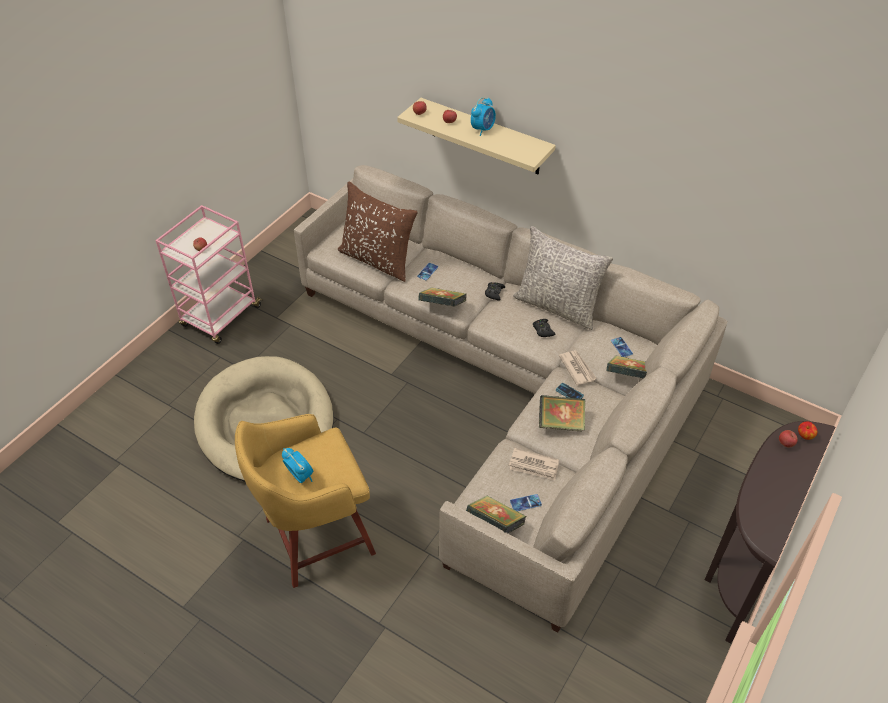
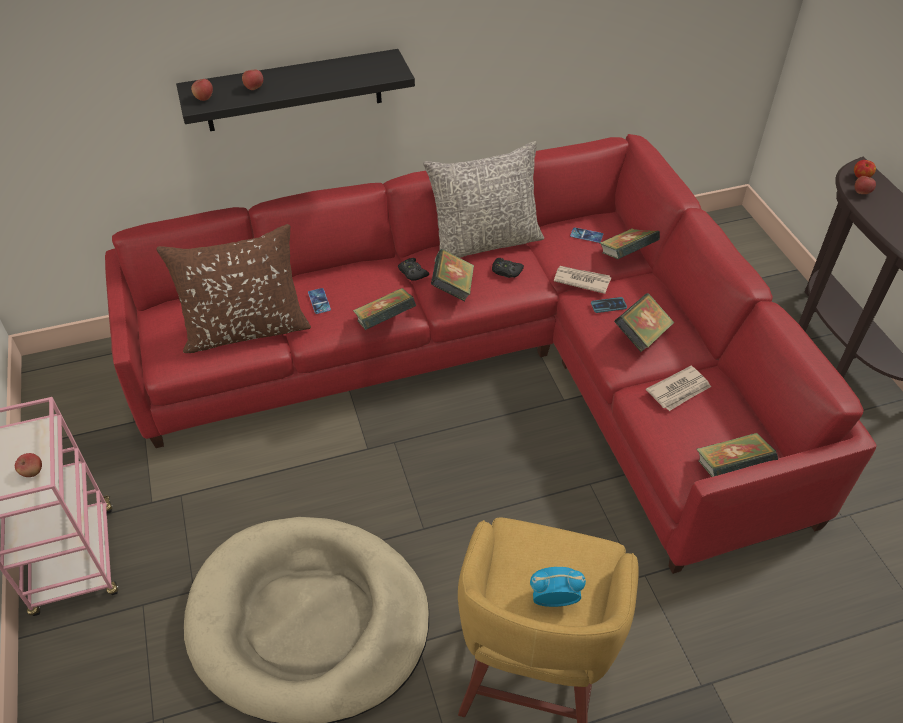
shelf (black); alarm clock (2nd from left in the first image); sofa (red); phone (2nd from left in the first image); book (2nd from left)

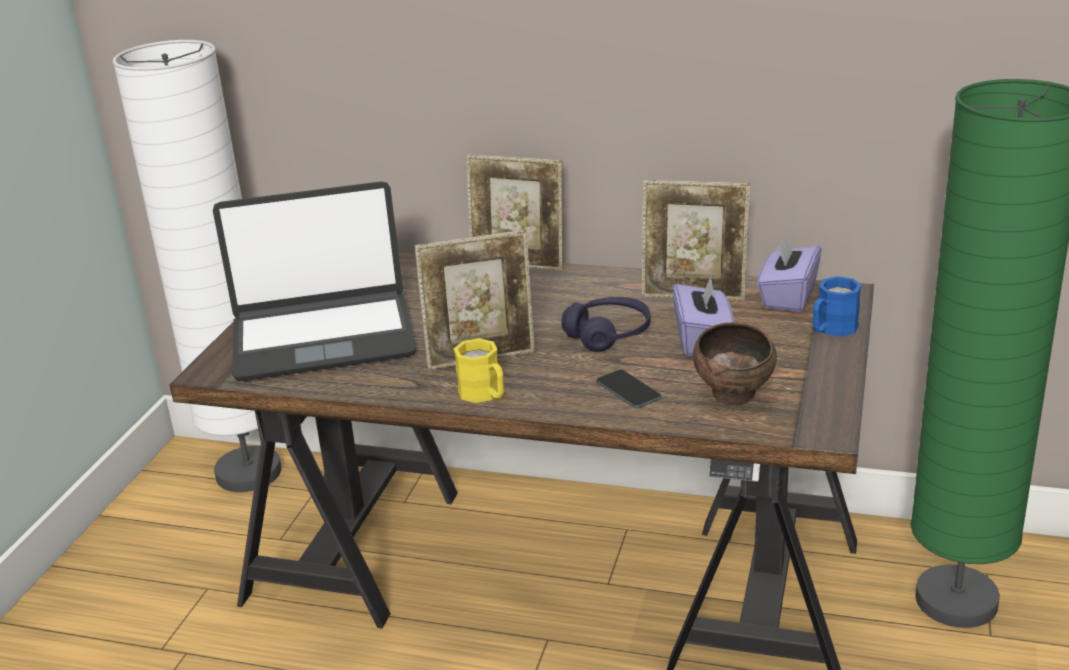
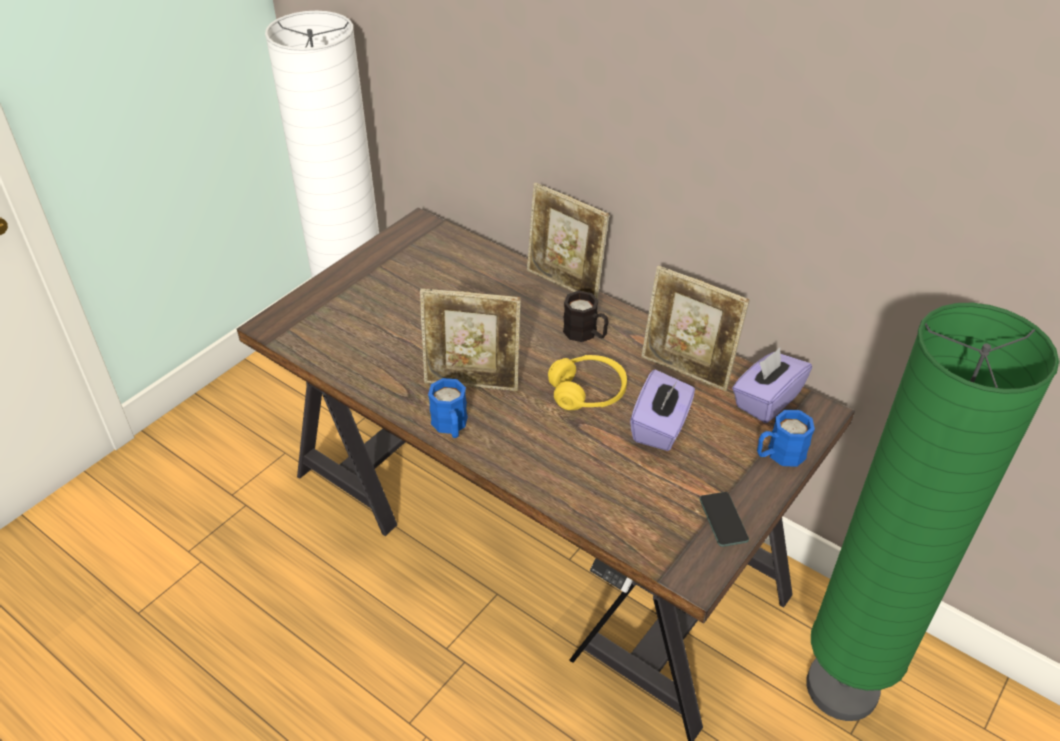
laptop; headphones (yellow); bowl (brown); mug (blue) (1st from left); phone; mug (black)

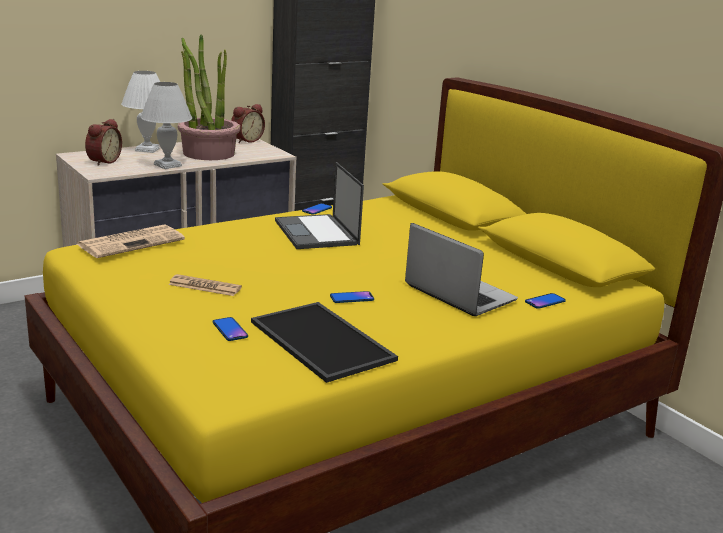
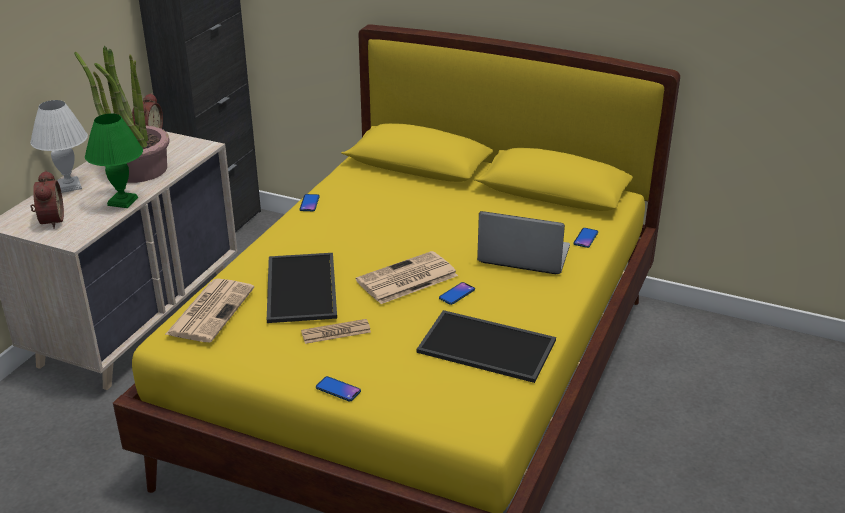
table lamp (green); laptop (1st from left in the first image); phone (2nd from left); newspaper (3rd from left); tray (1st from left)

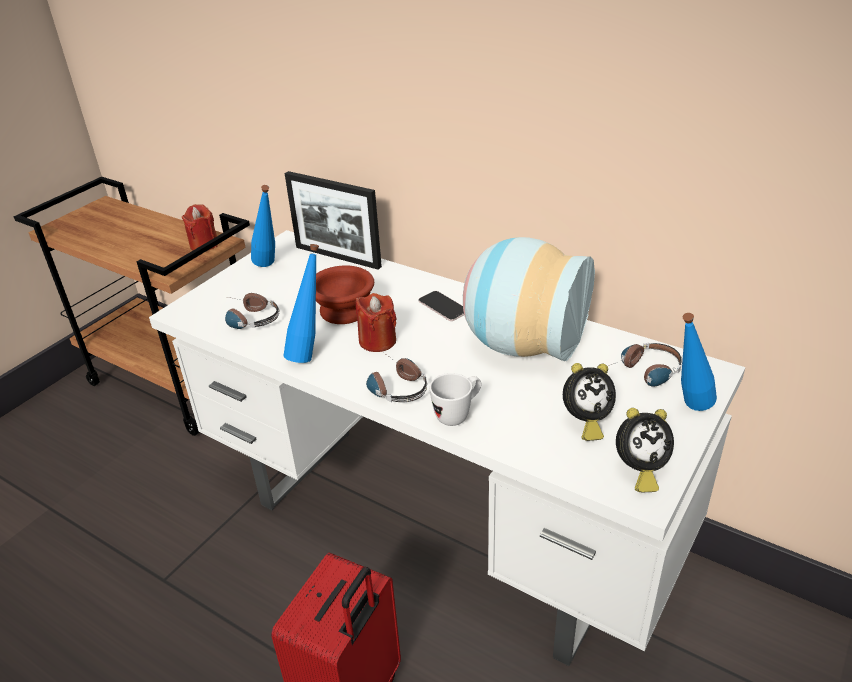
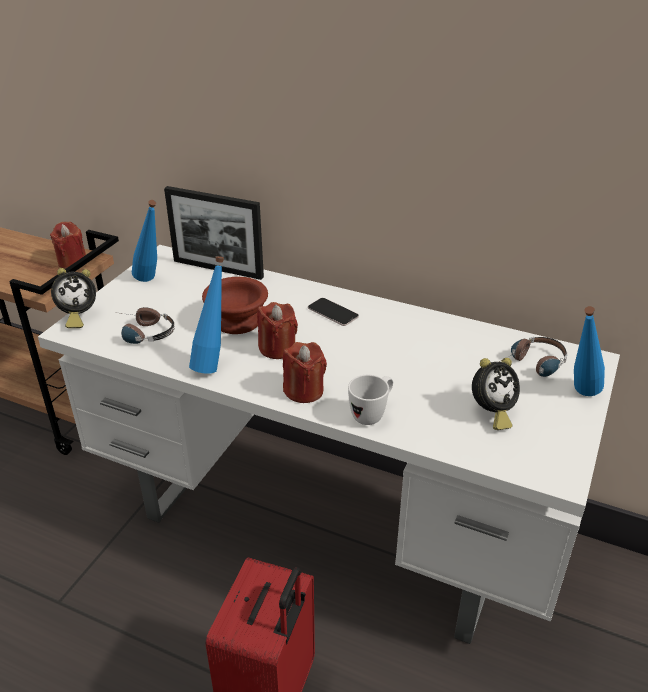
vase; candle (red) (3rd from left); alarm clock (1st from left)

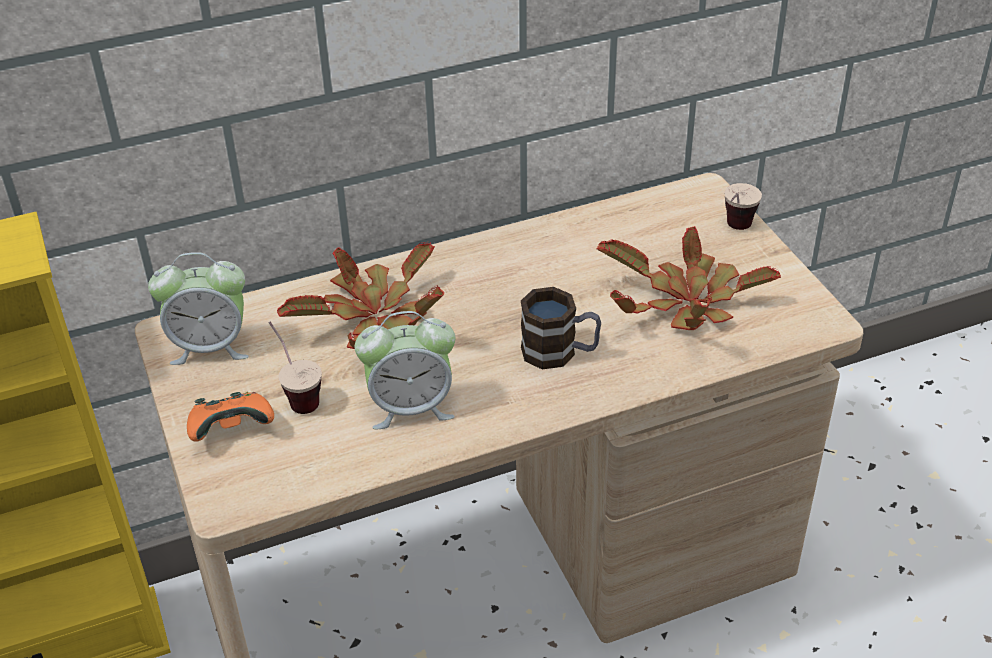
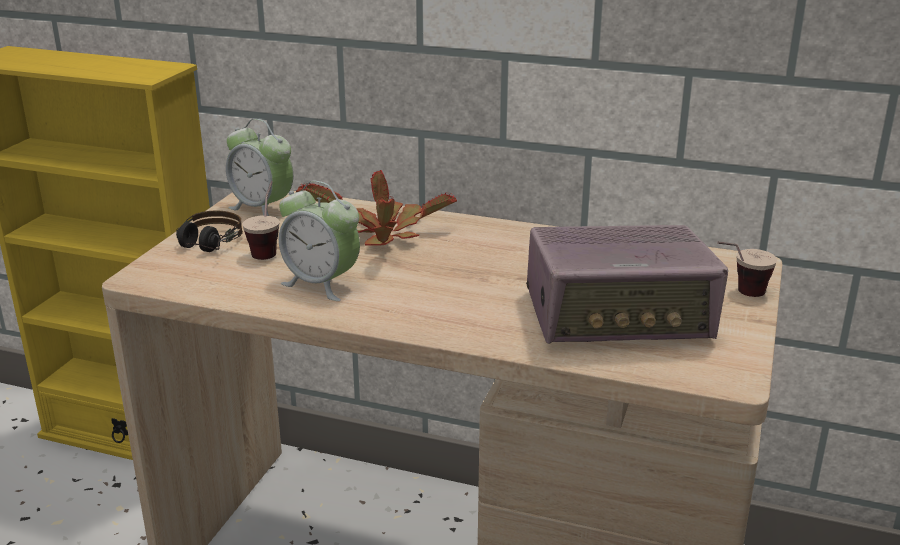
radio; mug; headphones

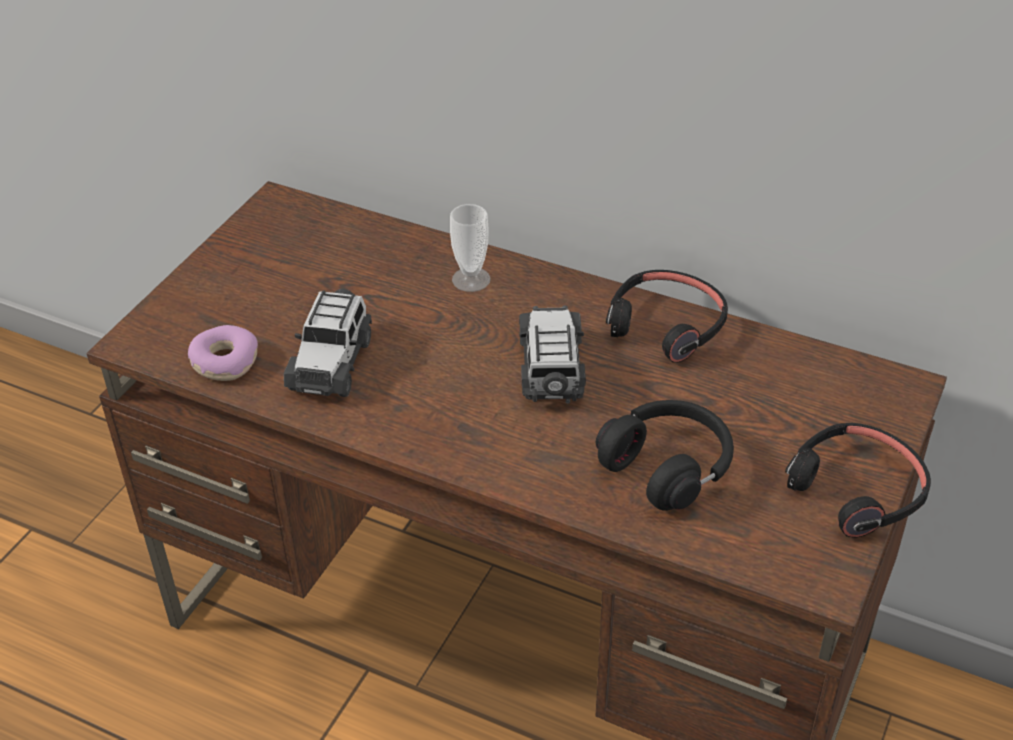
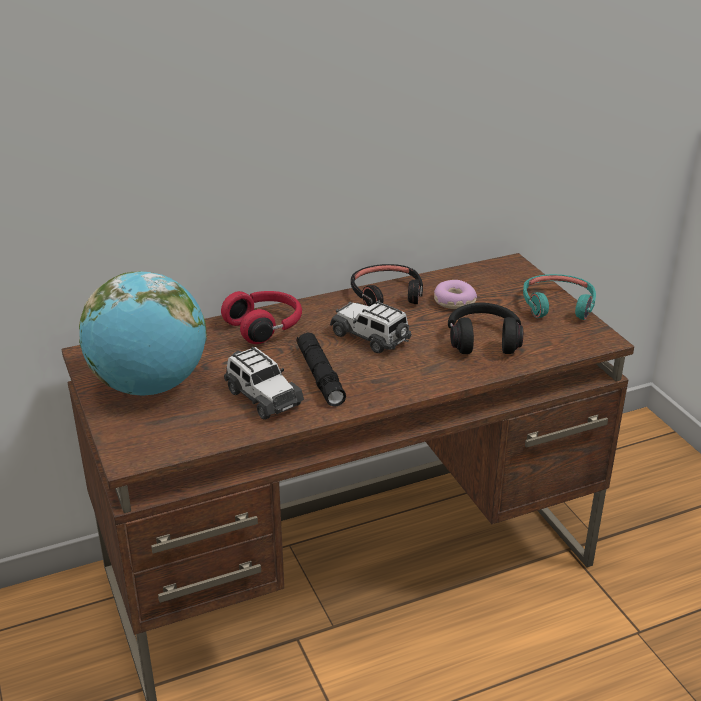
headphones (red); donut; headphones (turquoise); globe; flashlight (black)

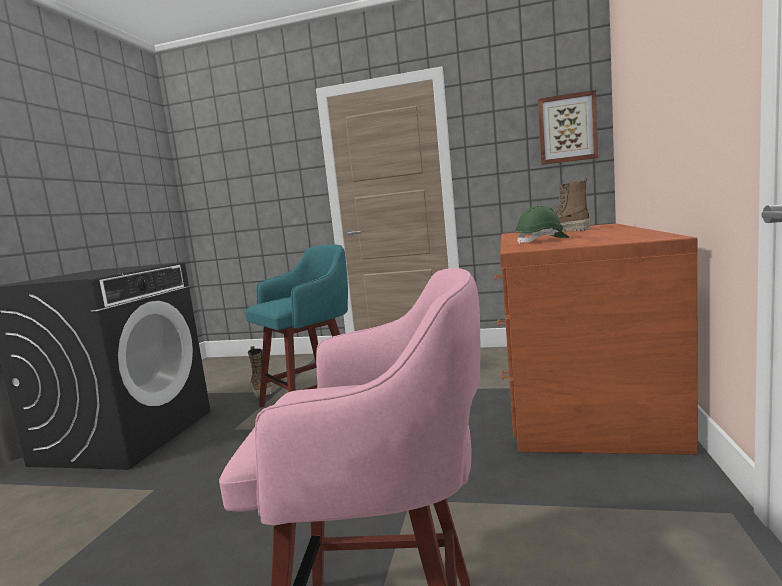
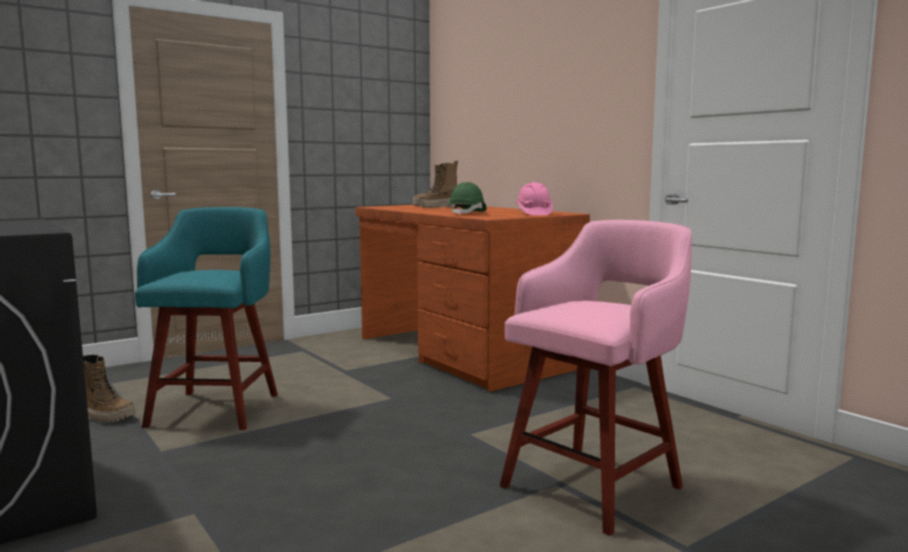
picture; hard hat (pink)

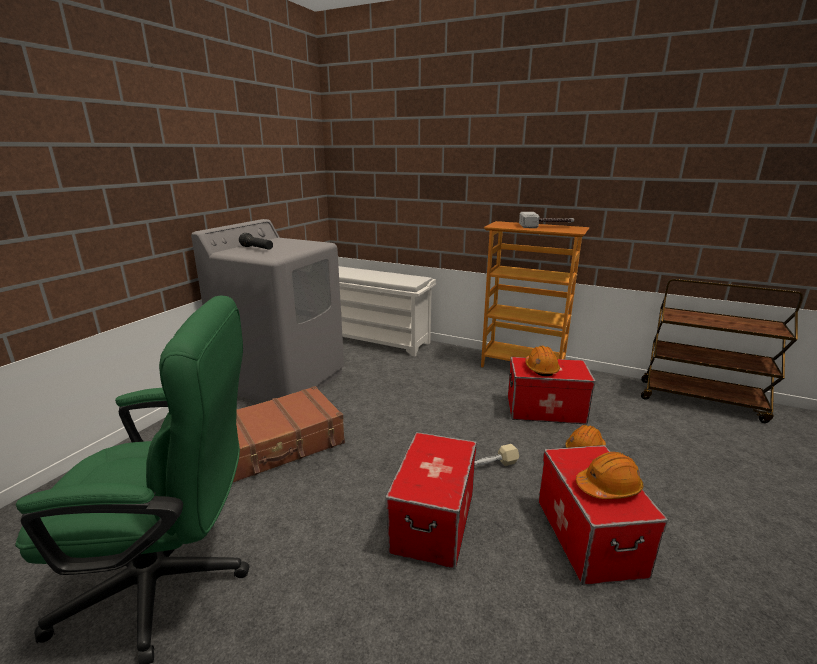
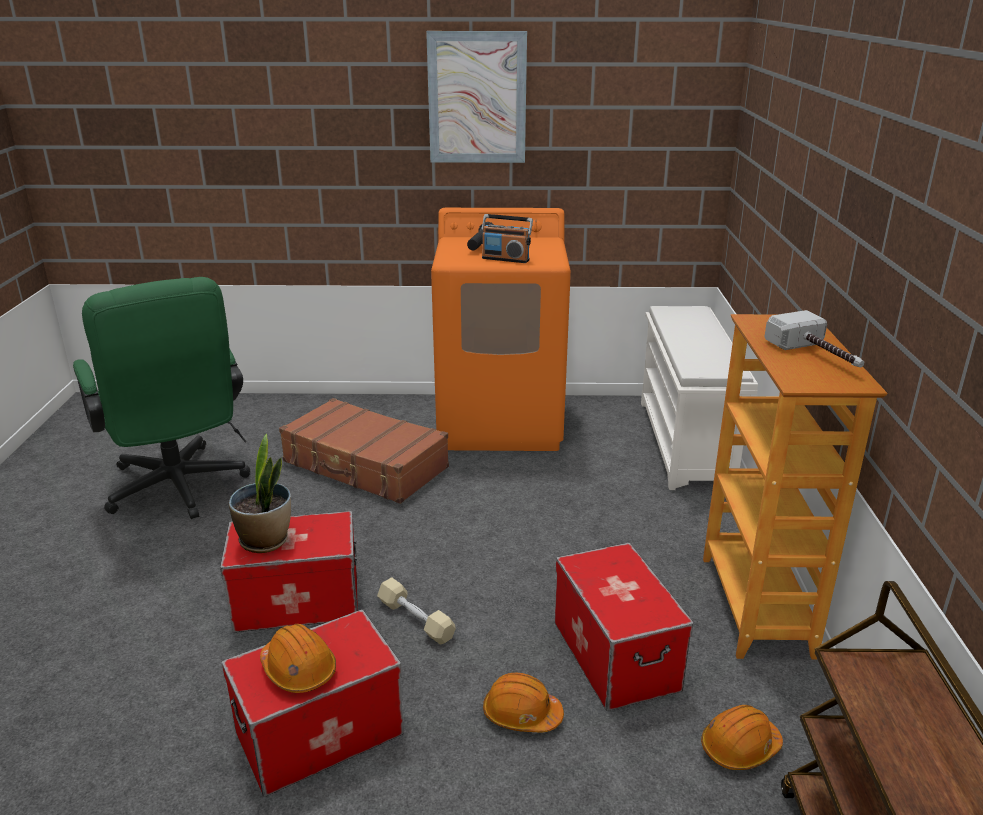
washing machine (orange); hard hat (orange) (3rd from left); picture; radio; potted plant

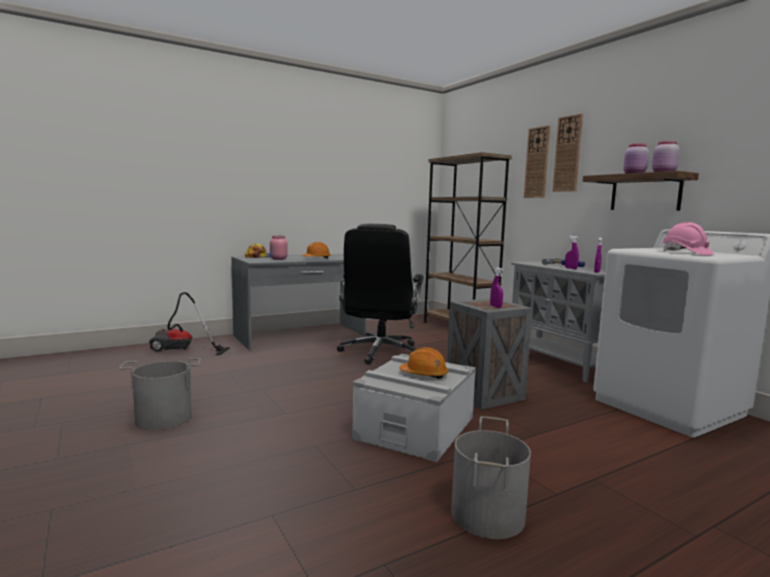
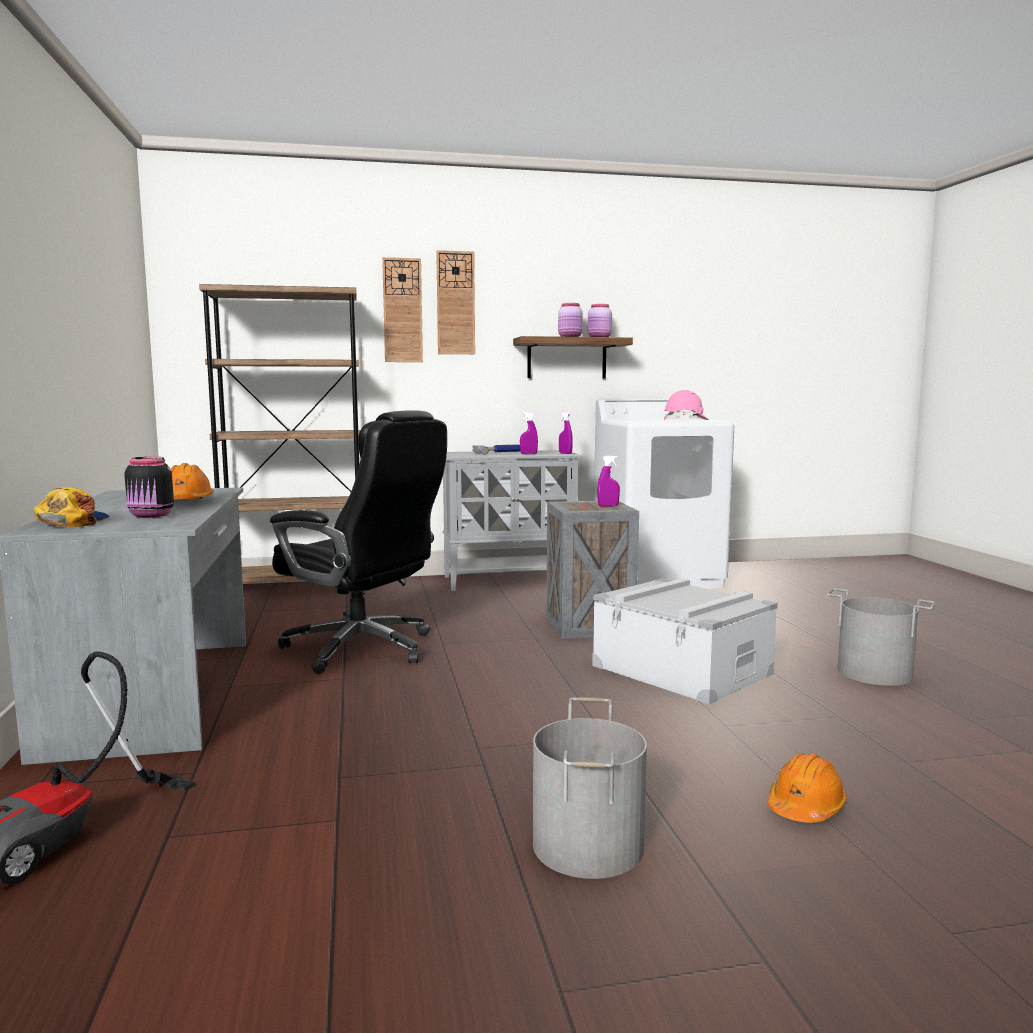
jar (black); hard hat (orange) (2nd from left)

